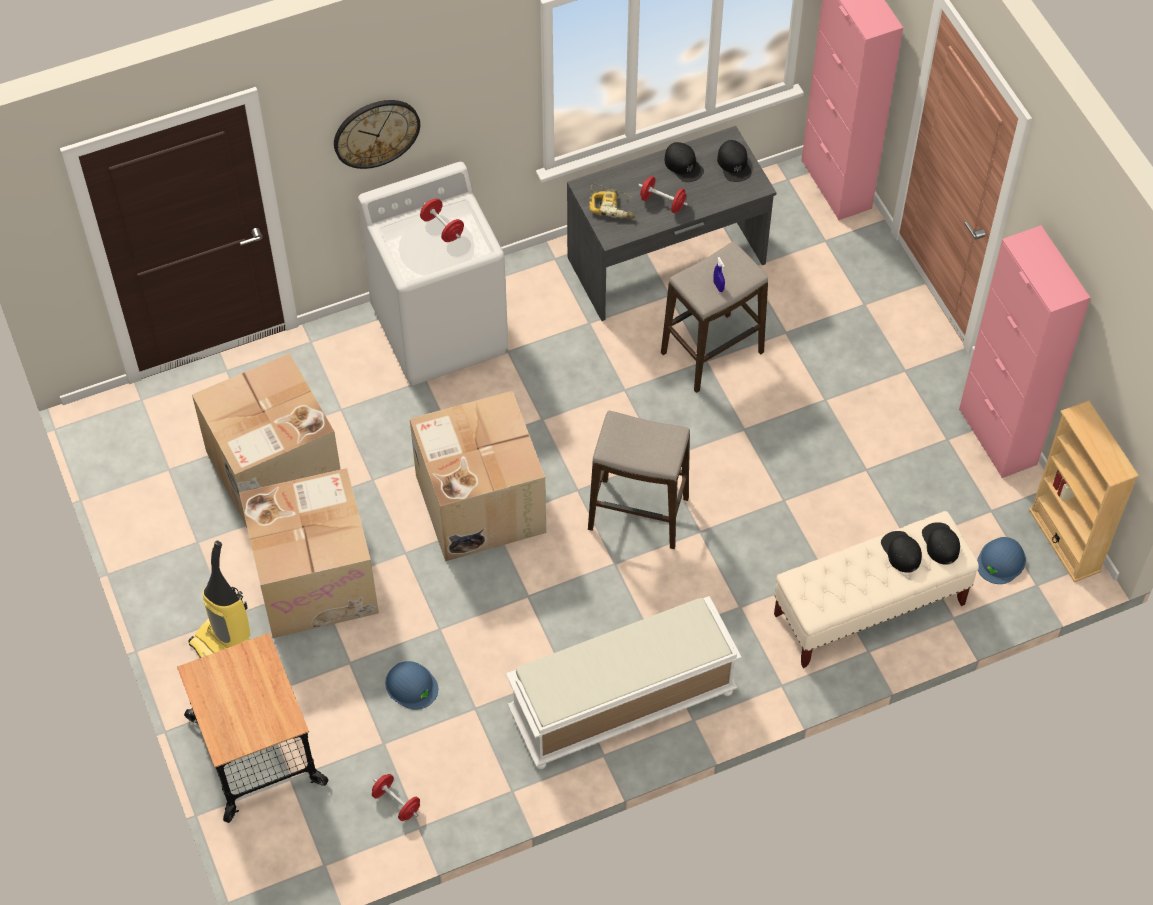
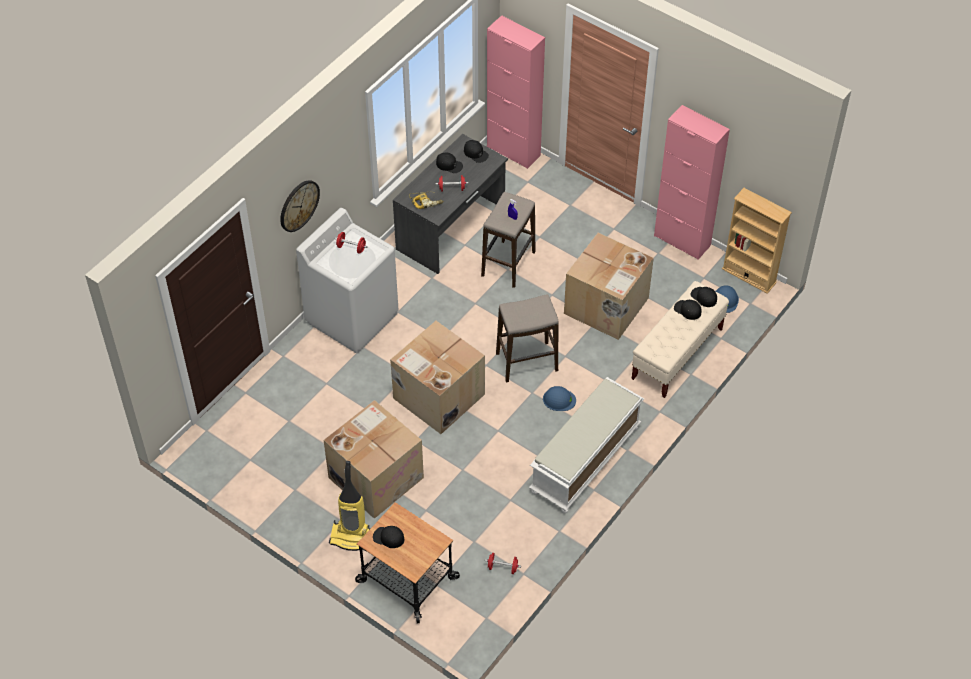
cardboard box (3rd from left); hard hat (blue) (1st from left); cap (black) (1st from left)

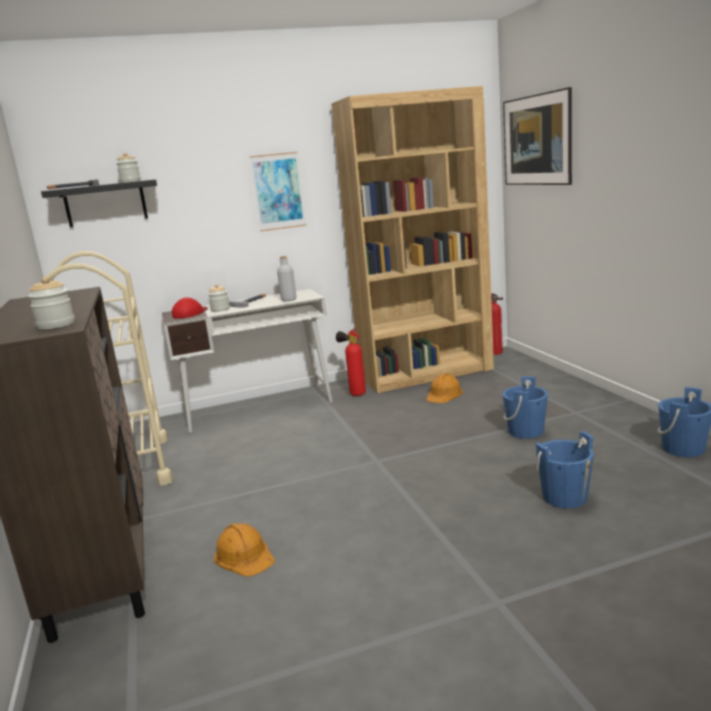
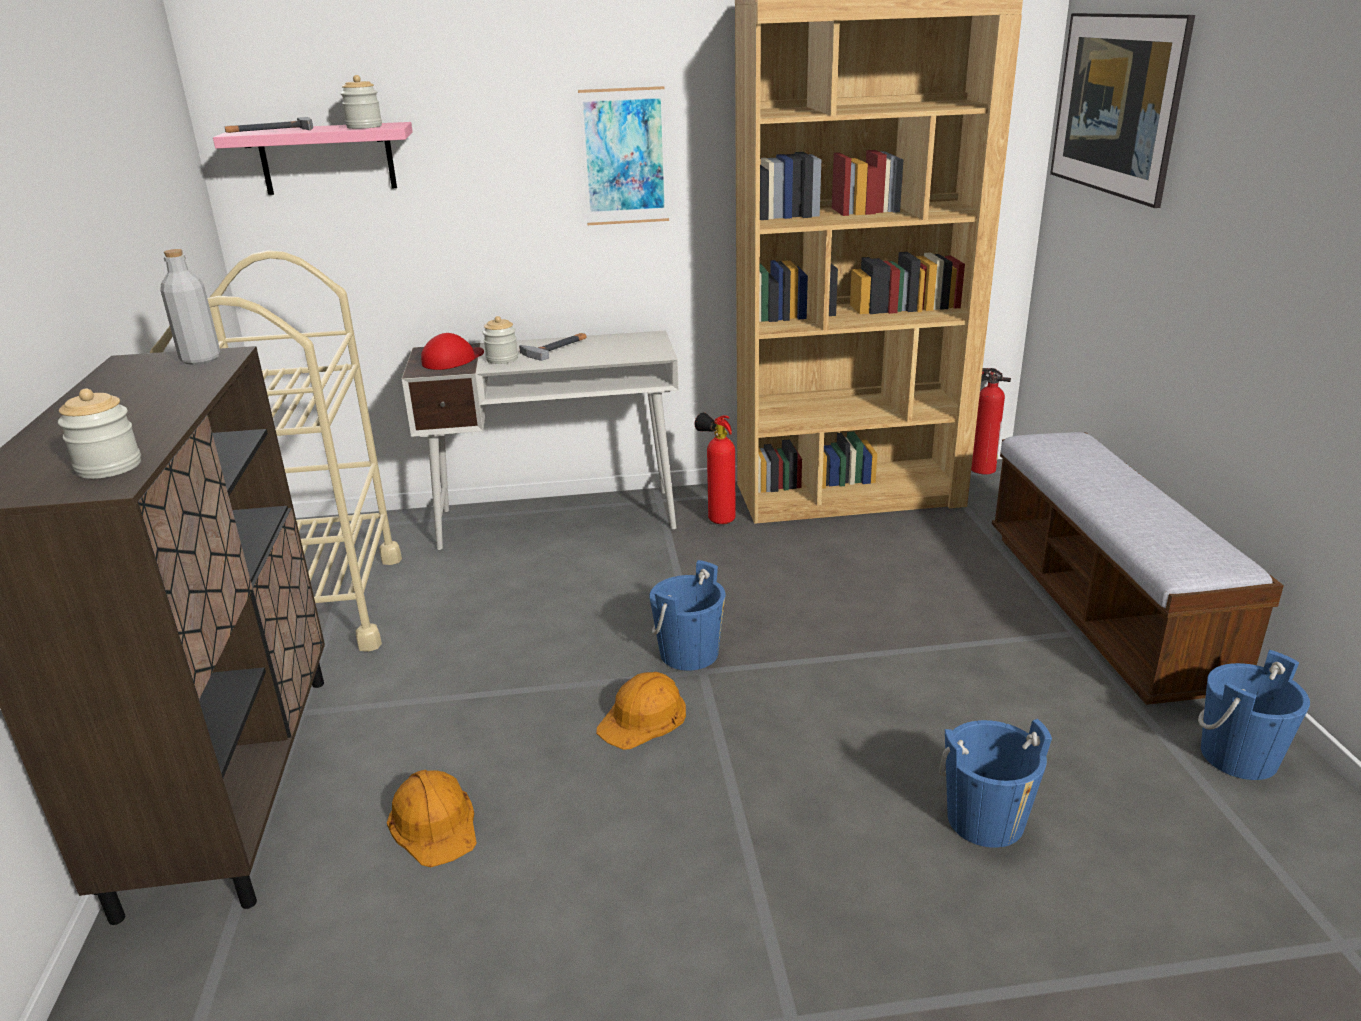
shelf (pink); bottle (grey); hard hat (orange) (2nd from left); bucket (blue) (1st from left); bench

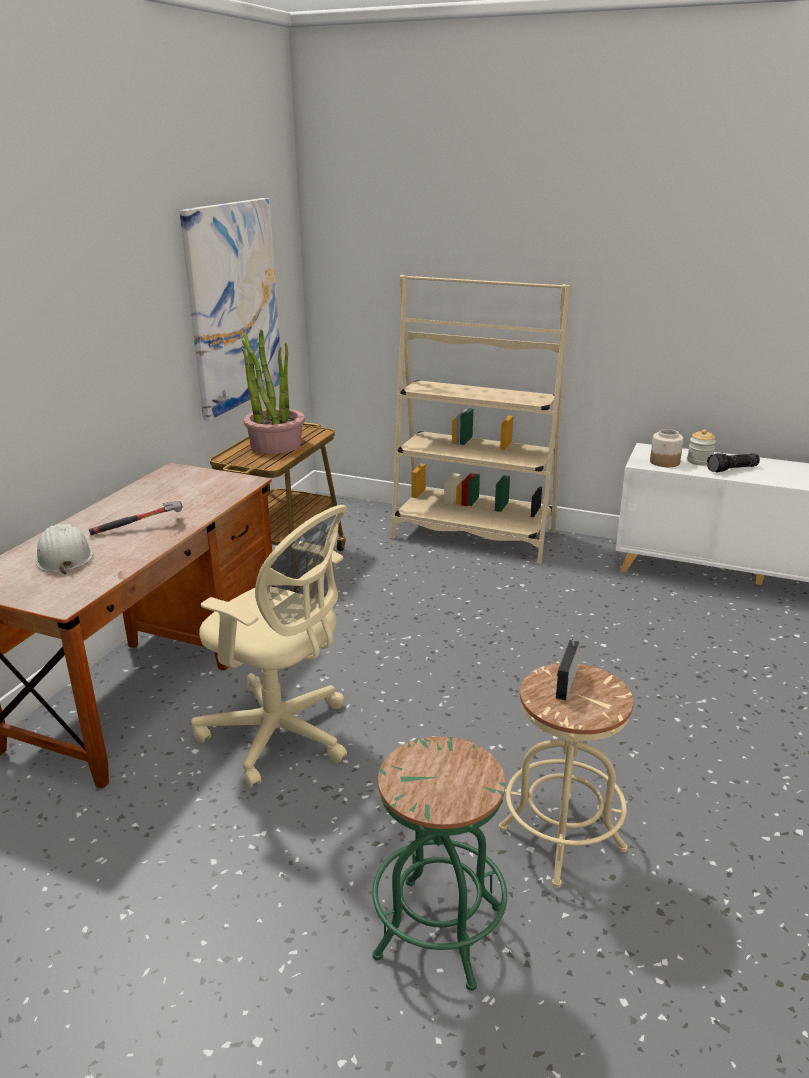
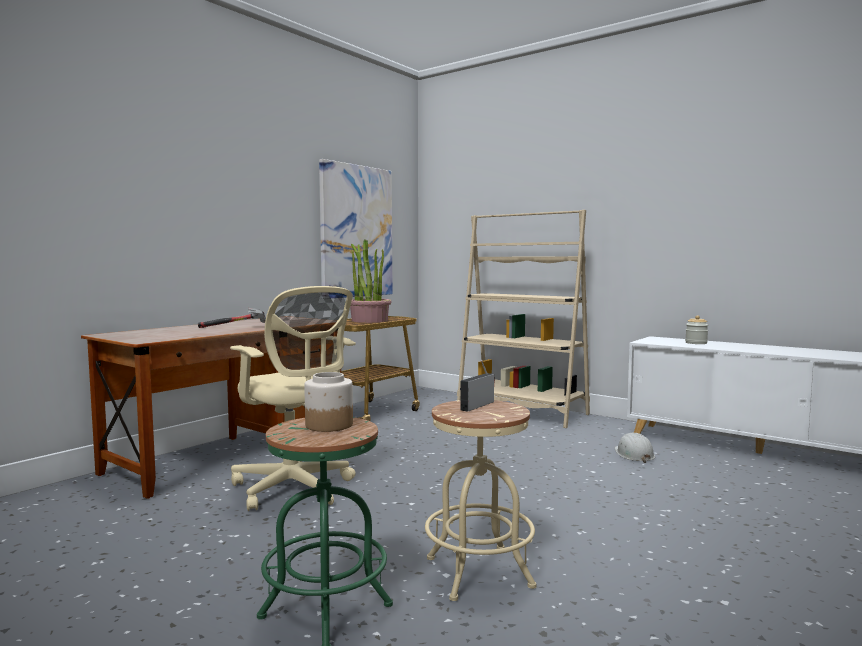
jar (1st from left); flashlight; hard hat (white)

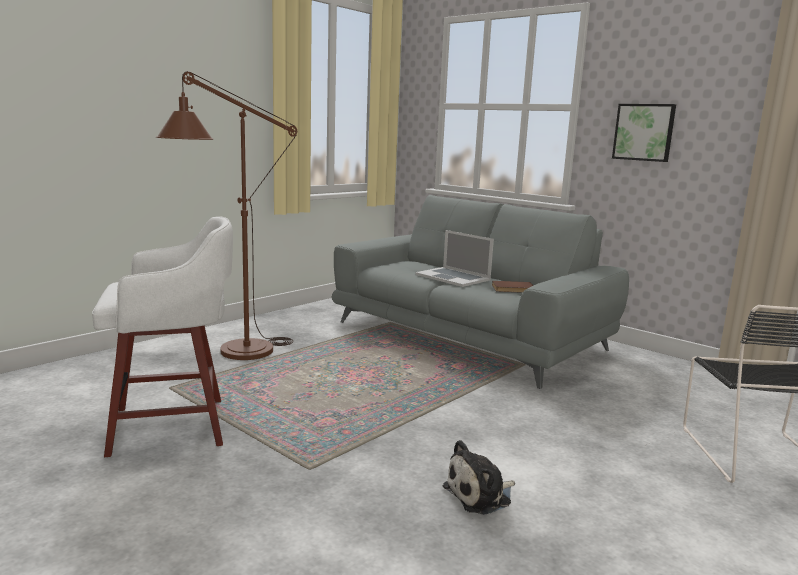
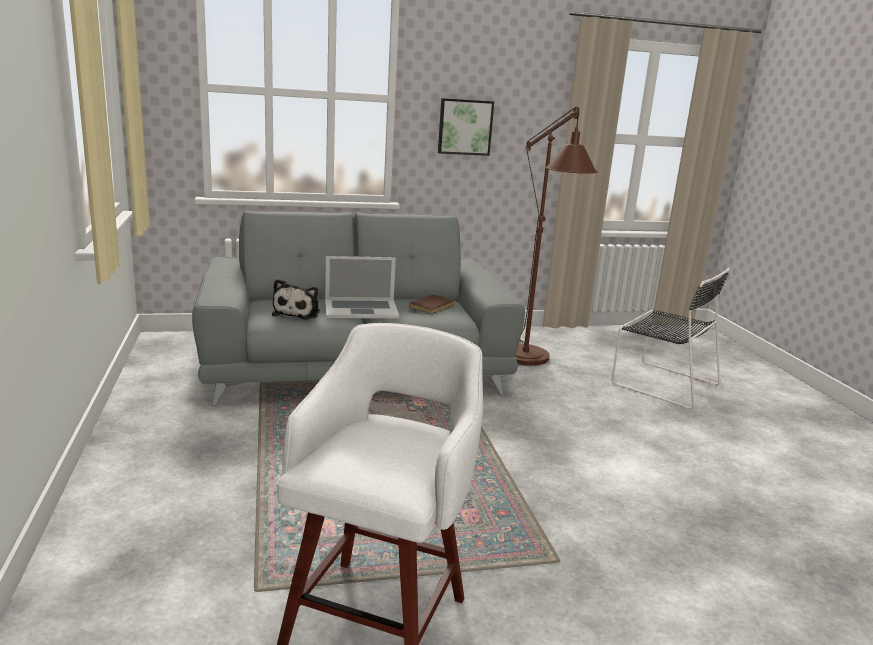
floor lamp (brown); plush toy

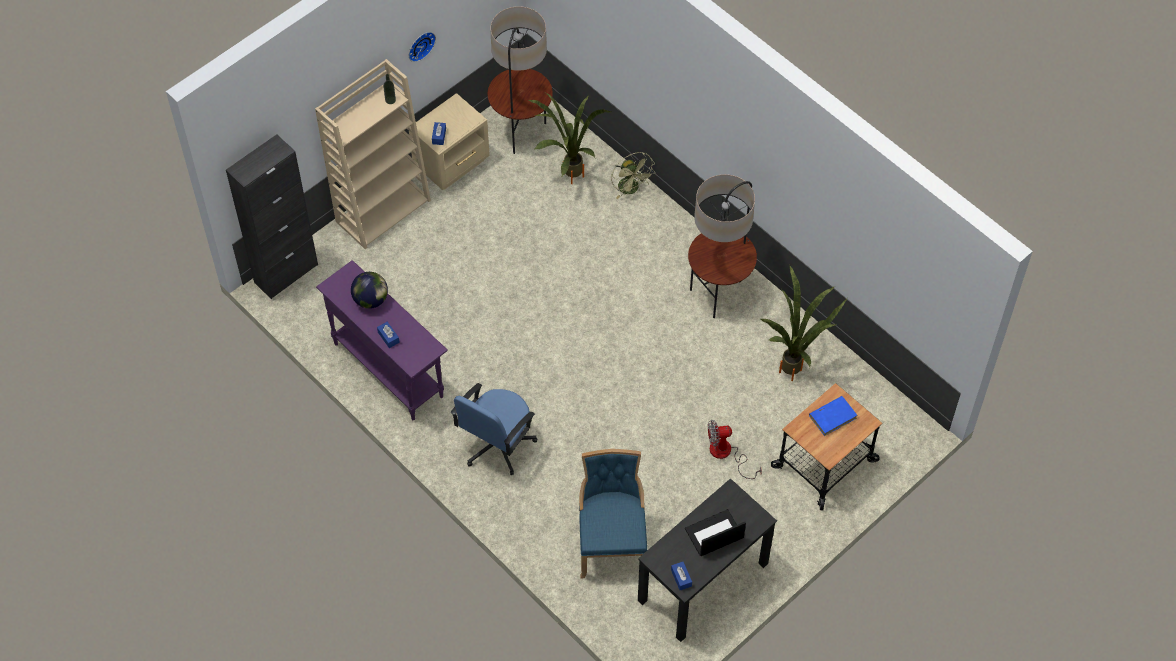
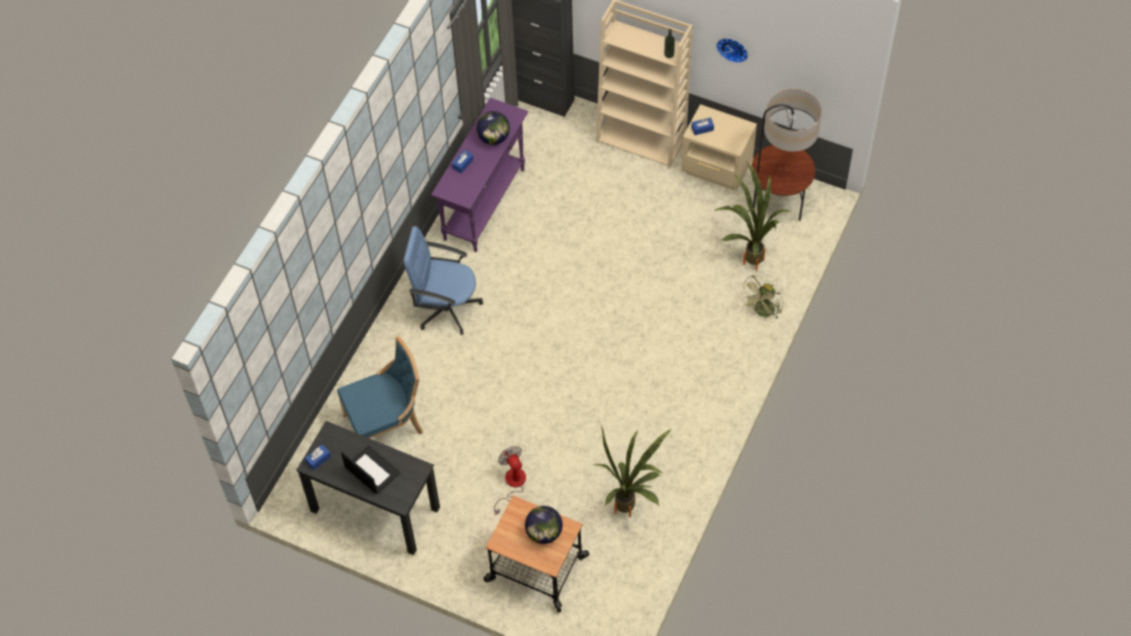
floor lamp (2nd from left in the first image); globe (2nd from left)

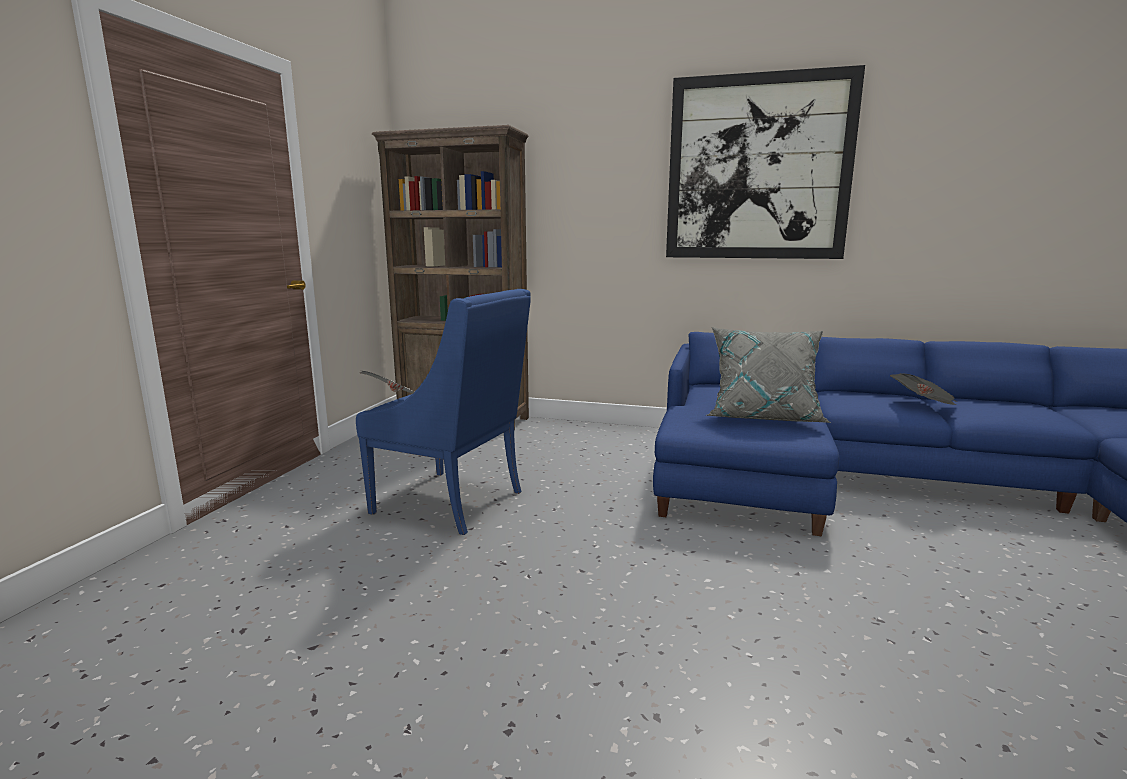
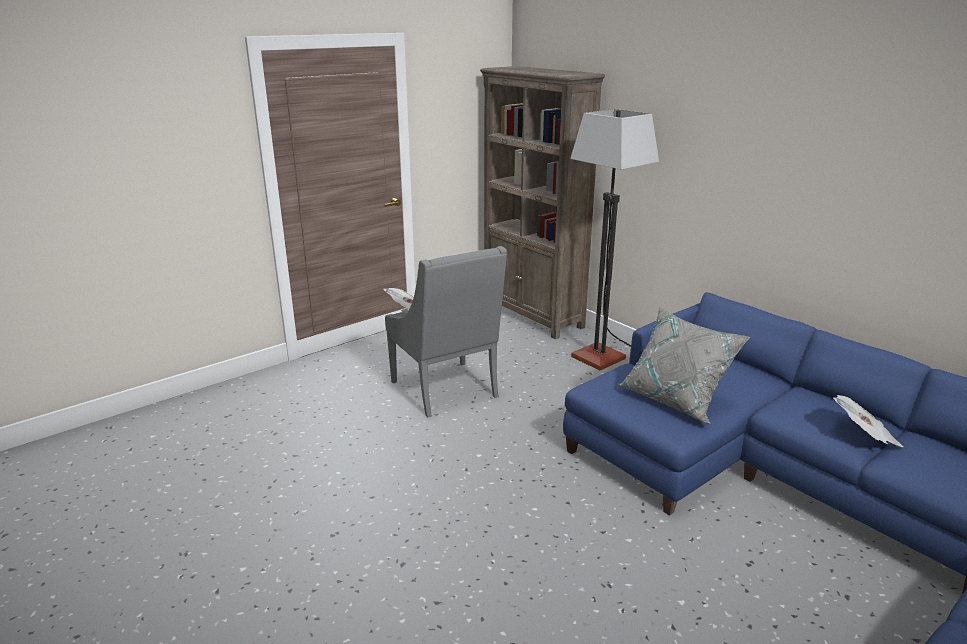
picture; armchair (grey); floor lamp

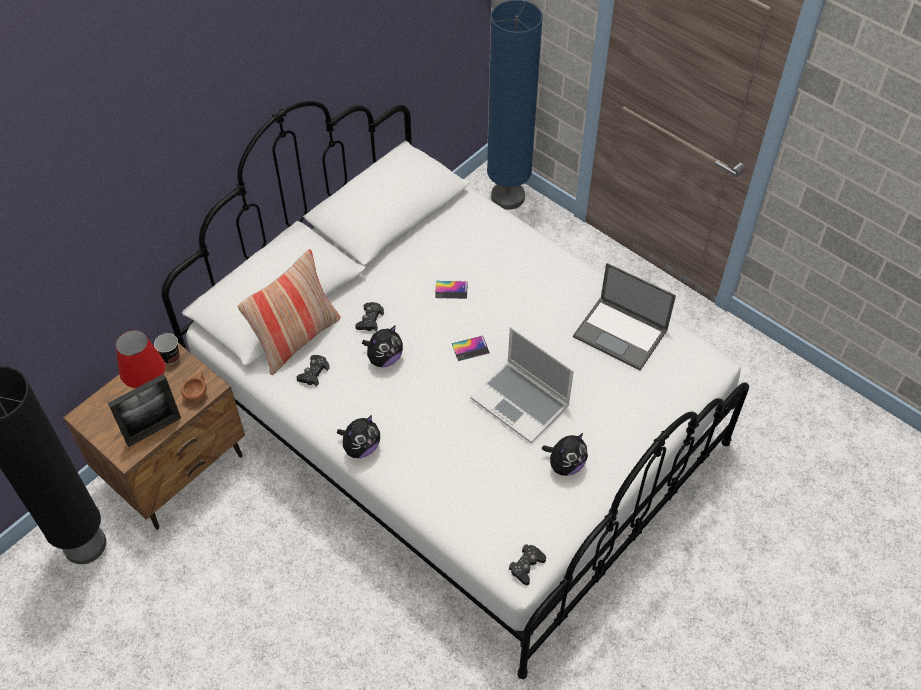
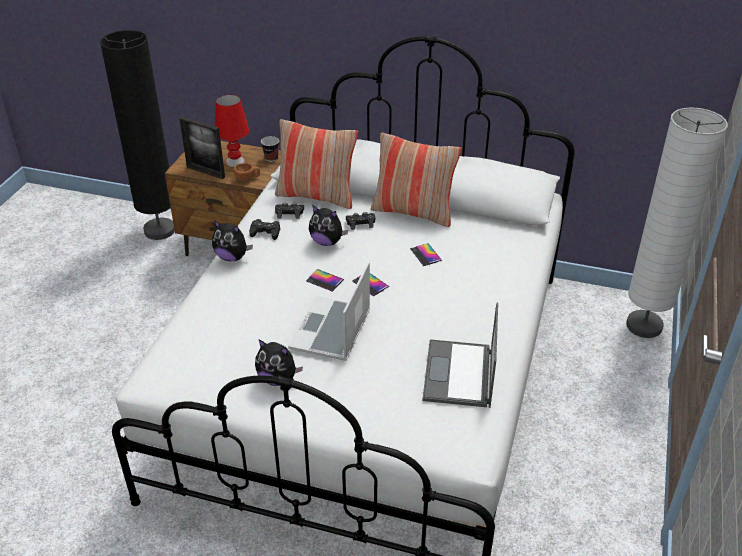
floor lamp (white); game controller (black) (1st from left); pillow (2nd from left); phone (1st from left)

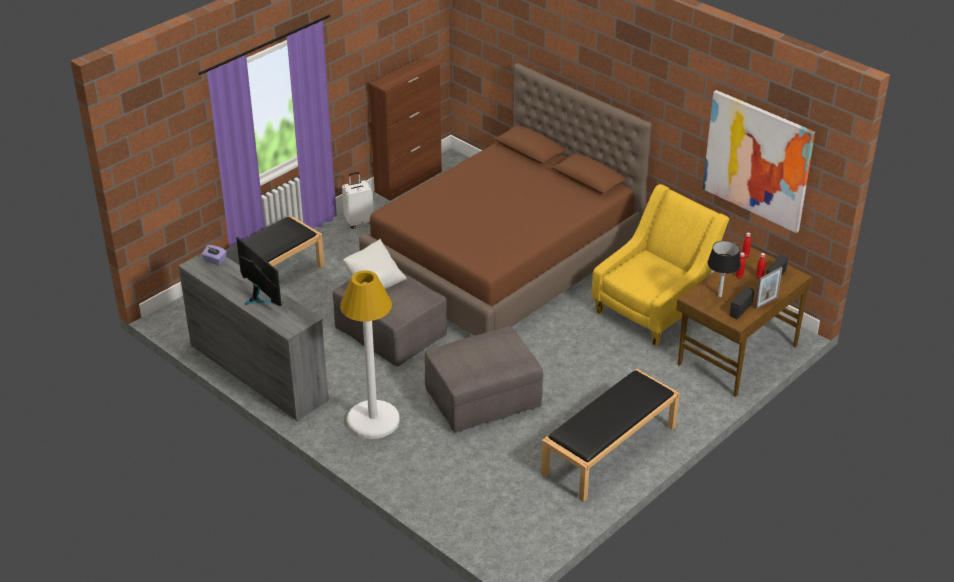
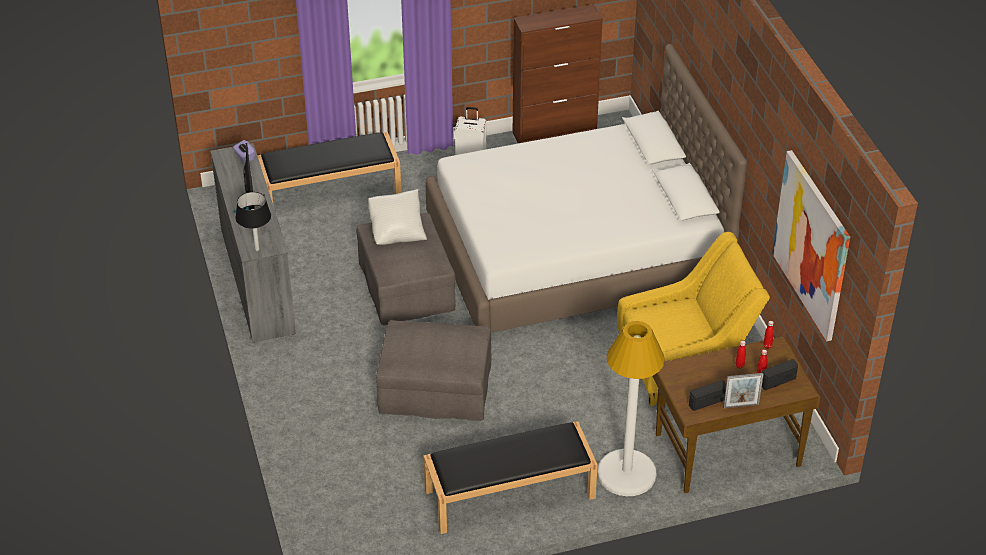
bed (white); table lamp (black); floor lamp (white)

